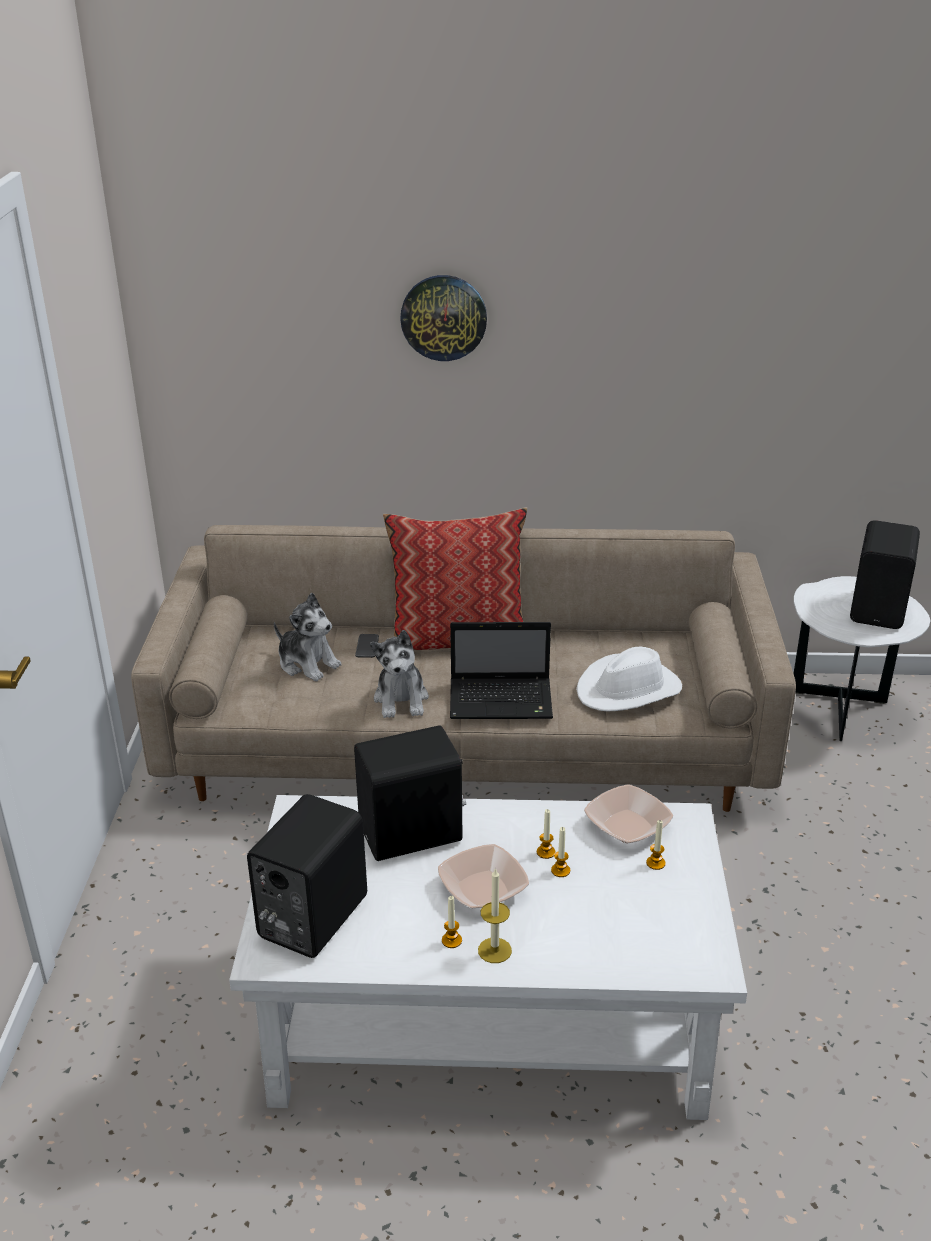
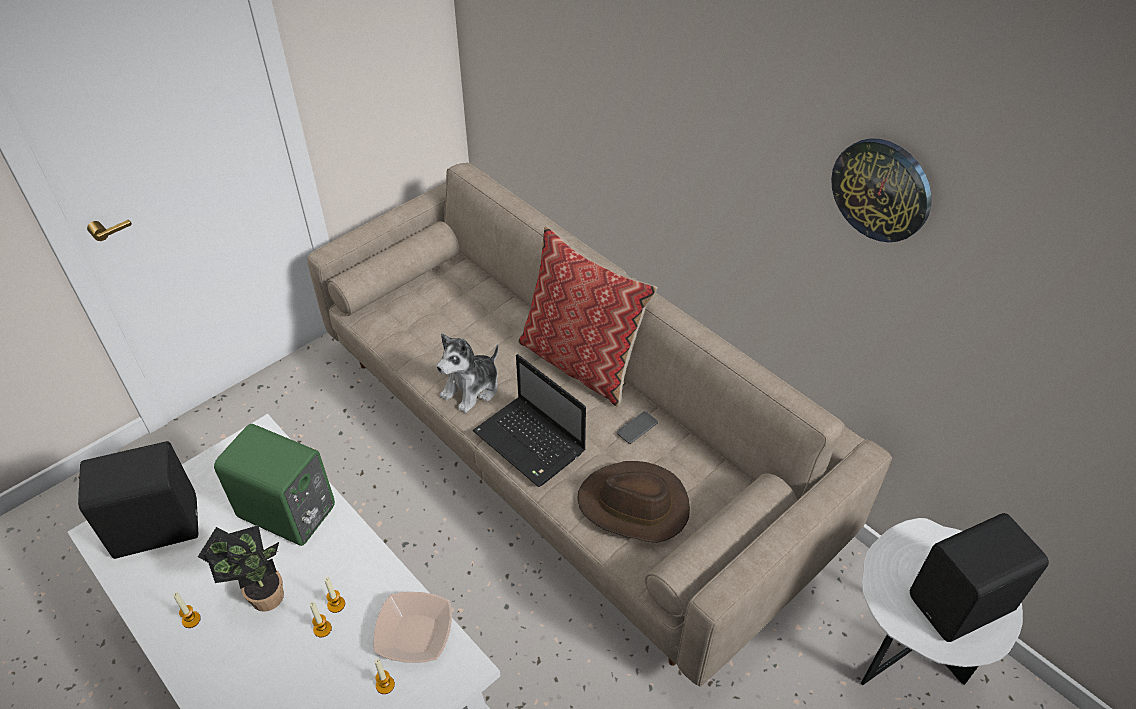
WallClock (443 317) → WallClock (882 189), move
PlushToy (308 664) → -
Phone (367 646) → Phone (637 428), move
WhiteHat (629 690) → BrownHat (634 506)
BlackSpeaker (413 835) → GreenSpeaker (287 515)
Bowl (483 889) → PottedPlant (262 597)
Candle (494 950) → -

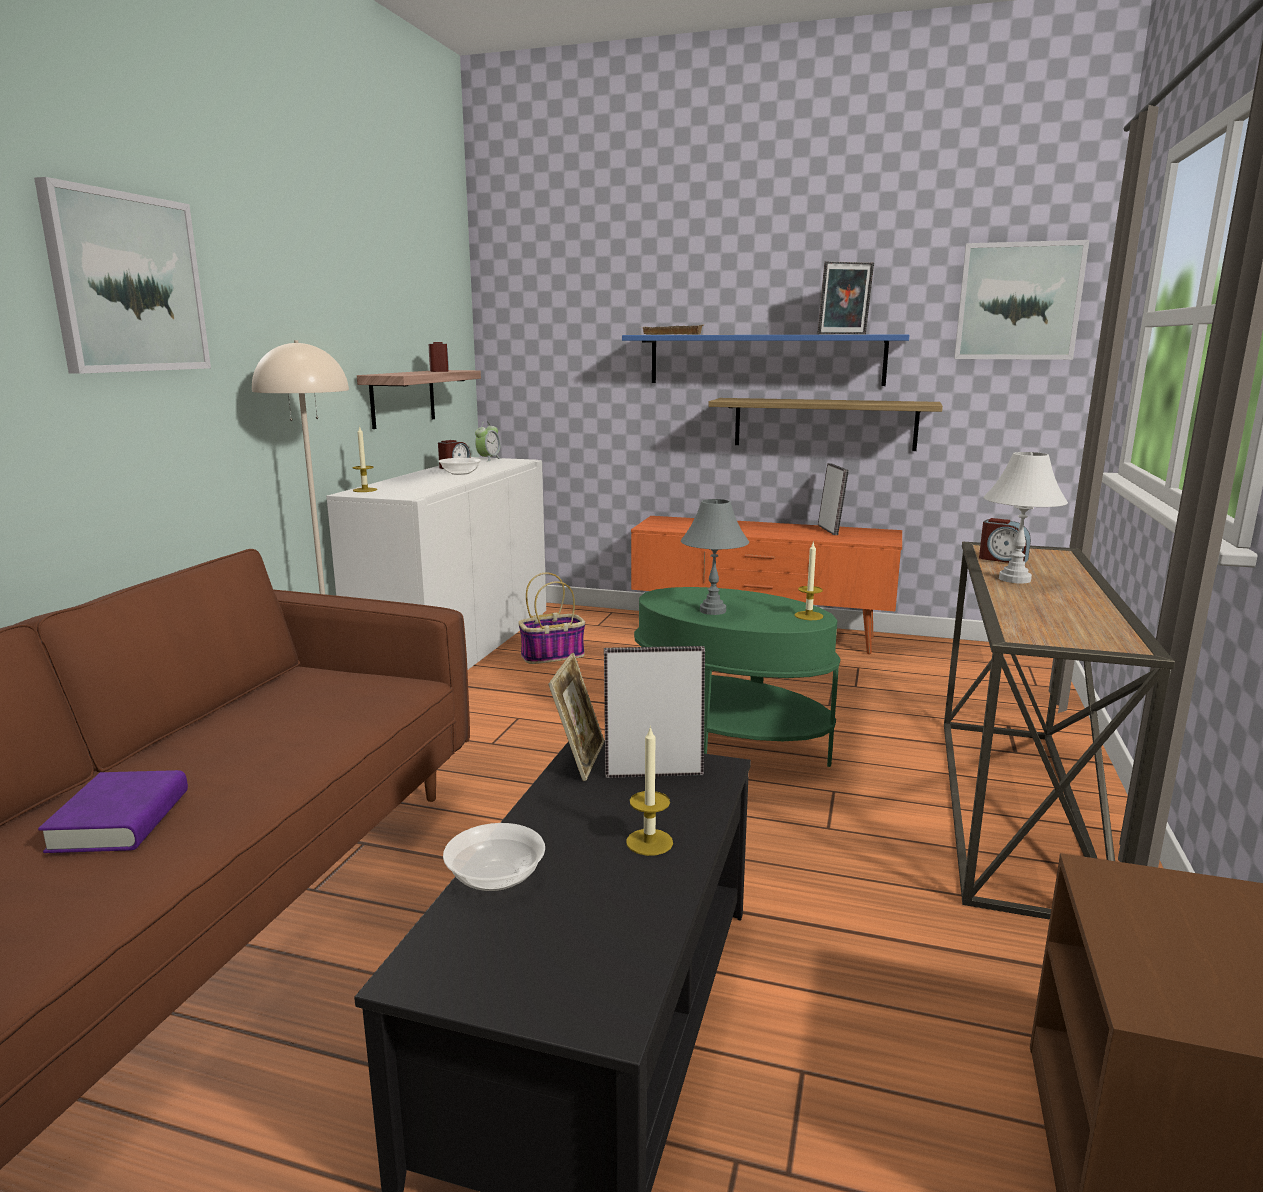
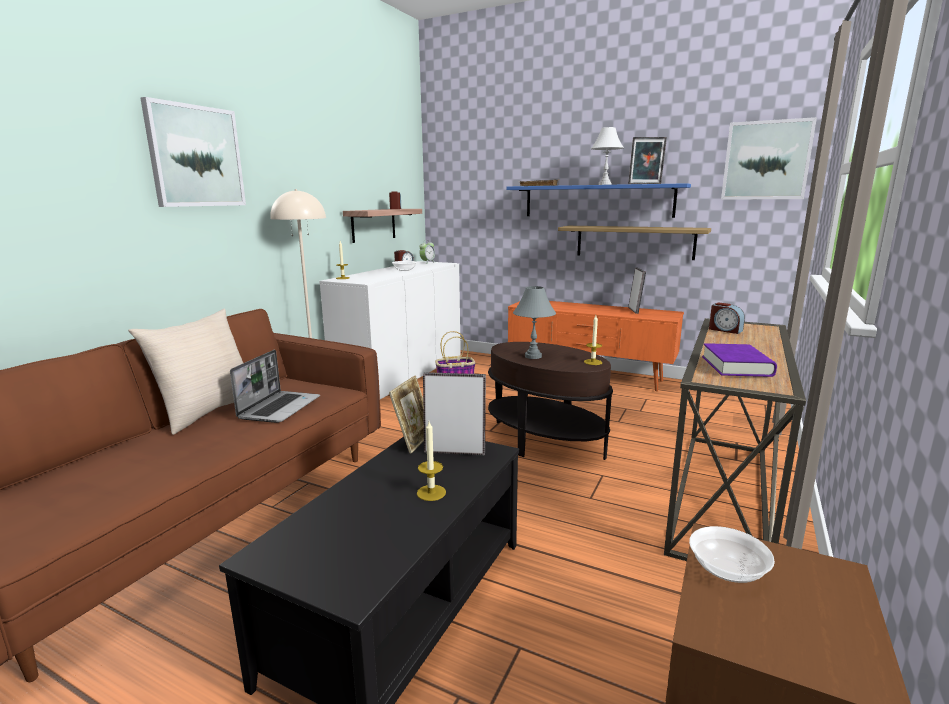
WhiteTableLamp (1015 579) → WhiteTableLamp (605 184), move
GreenSideTable (729 744) → BrownSideTable (545 441)
PurpleBook (120 821) → PurpleBook (736 366), move
Bowl (496 877) → Bowl (728 569), move
- → BeigePillow (207 412)
- → Laptop (280 407)

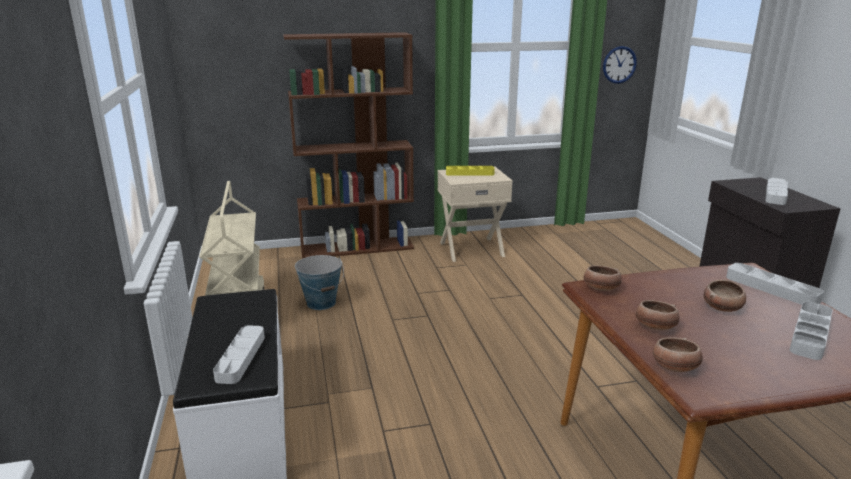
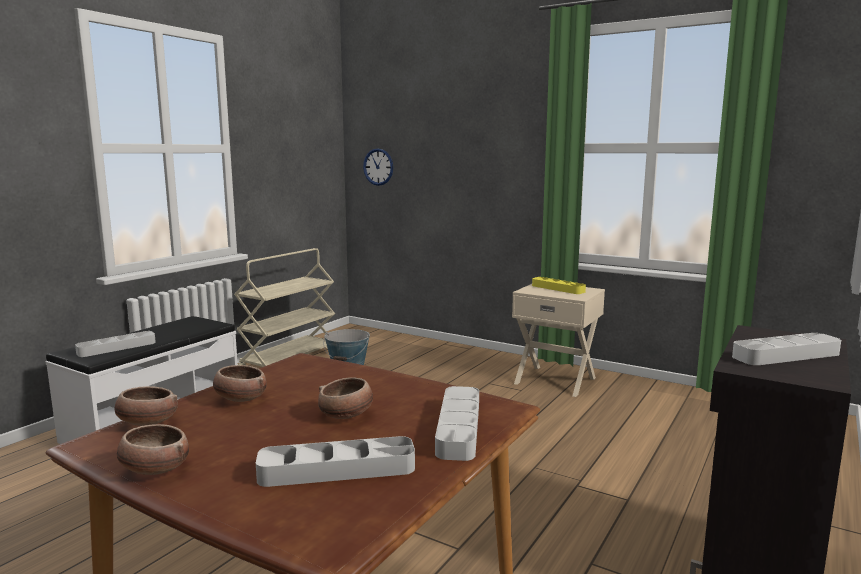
BrownBookcase (357 247) → -
WallClock (619 64) → WallClock (378 167), move
Bowl (600 289) → Bowl (154 469), move

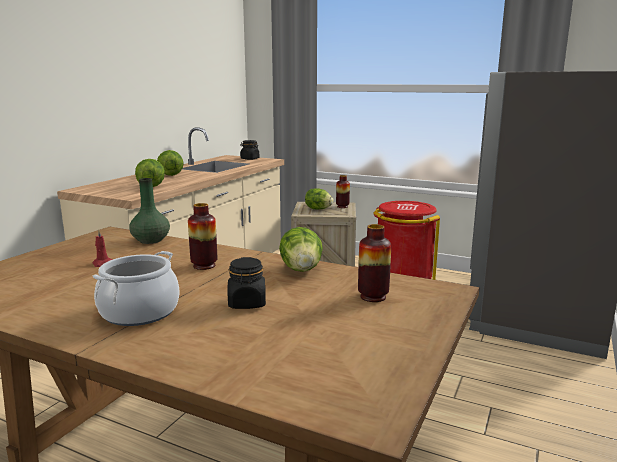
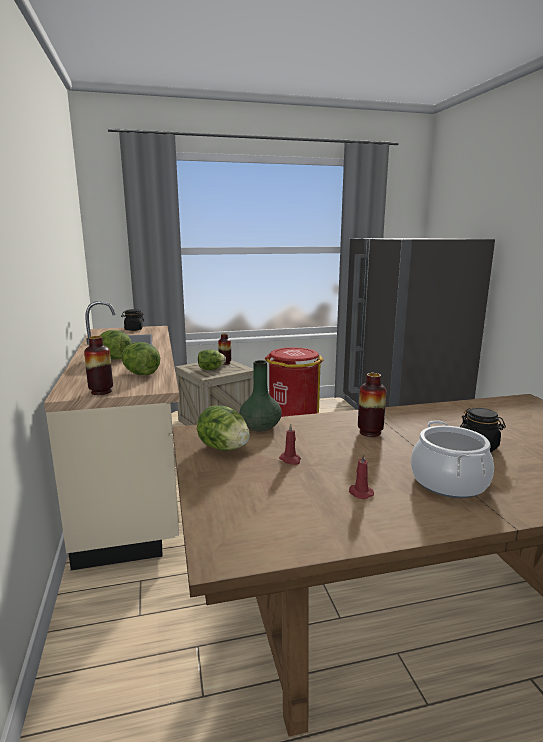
Vase (373 297) → Vase (101 392), move
Lettuce (301 269) → Lettuce (224 448), move
- → RedCandle (360 493)

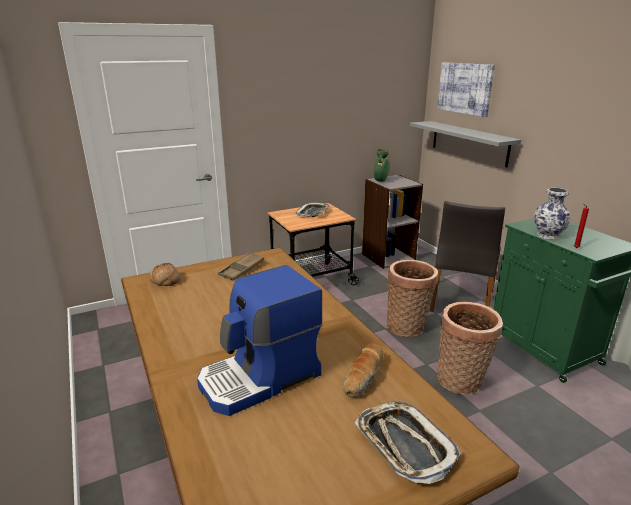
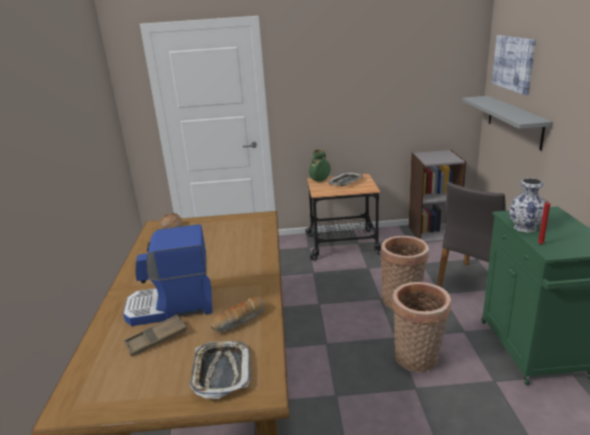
GreenVase (380 181) → GreenVase (320 180), move
BrownTray (242 269) → BrownTray (156 339), move

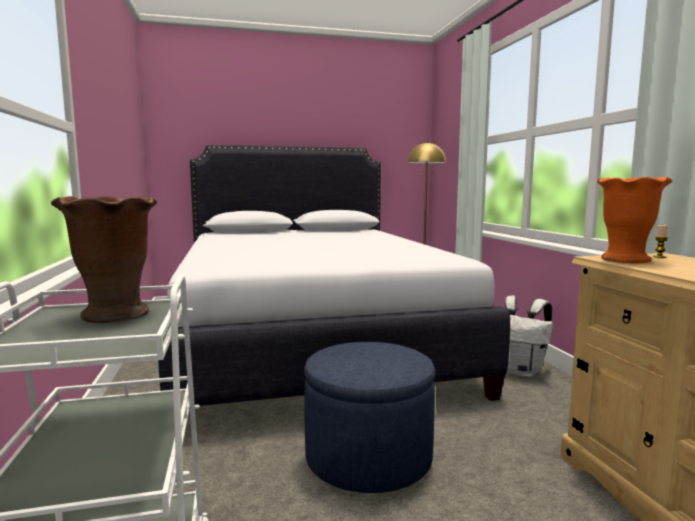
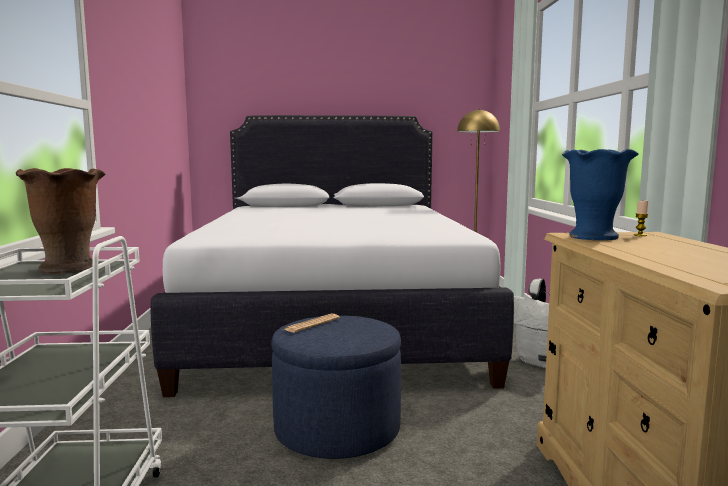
OrangeVase (625 260) → BlueVase (593 237)
- → Newspaper (312 324)

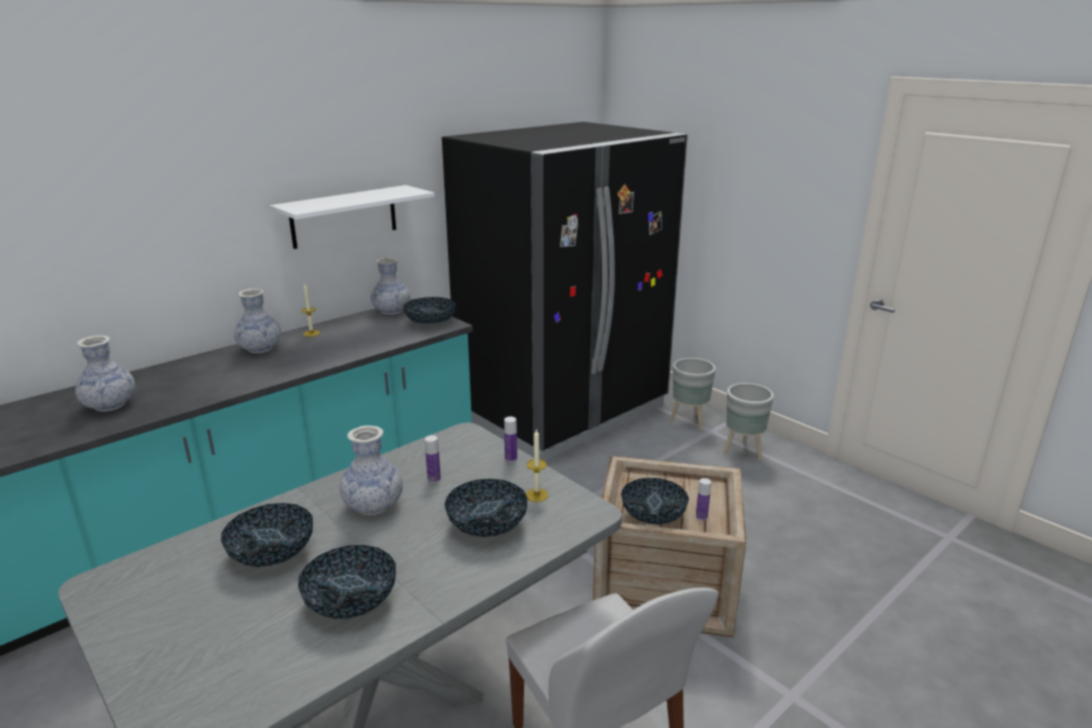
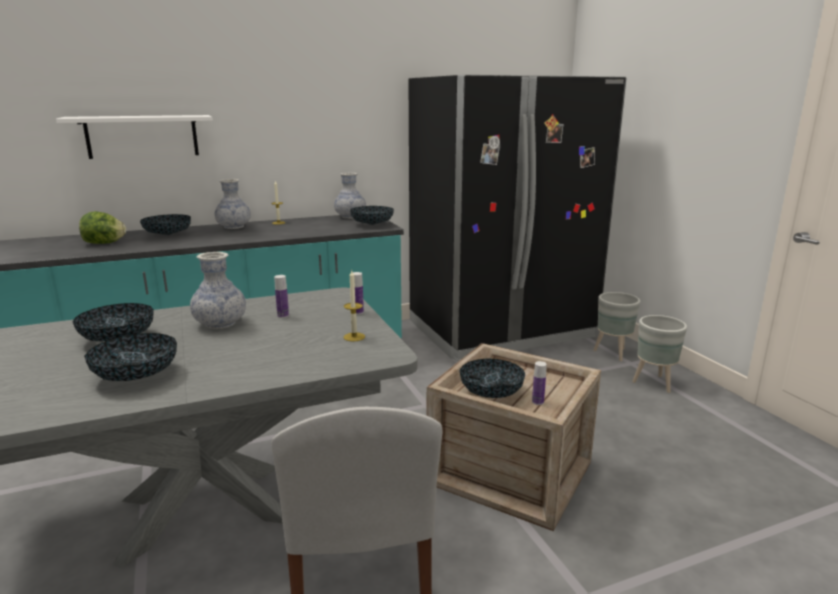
WhiteShelf (344 216) → WhiteShelf (142 136), move
Vase (110 405) → Lettuce (104 243)
Bowl (487 525) → Bowl (168 235), move

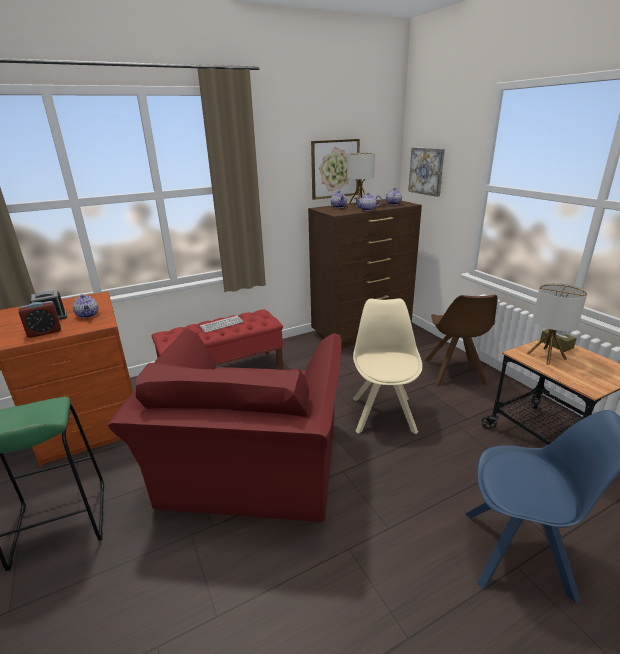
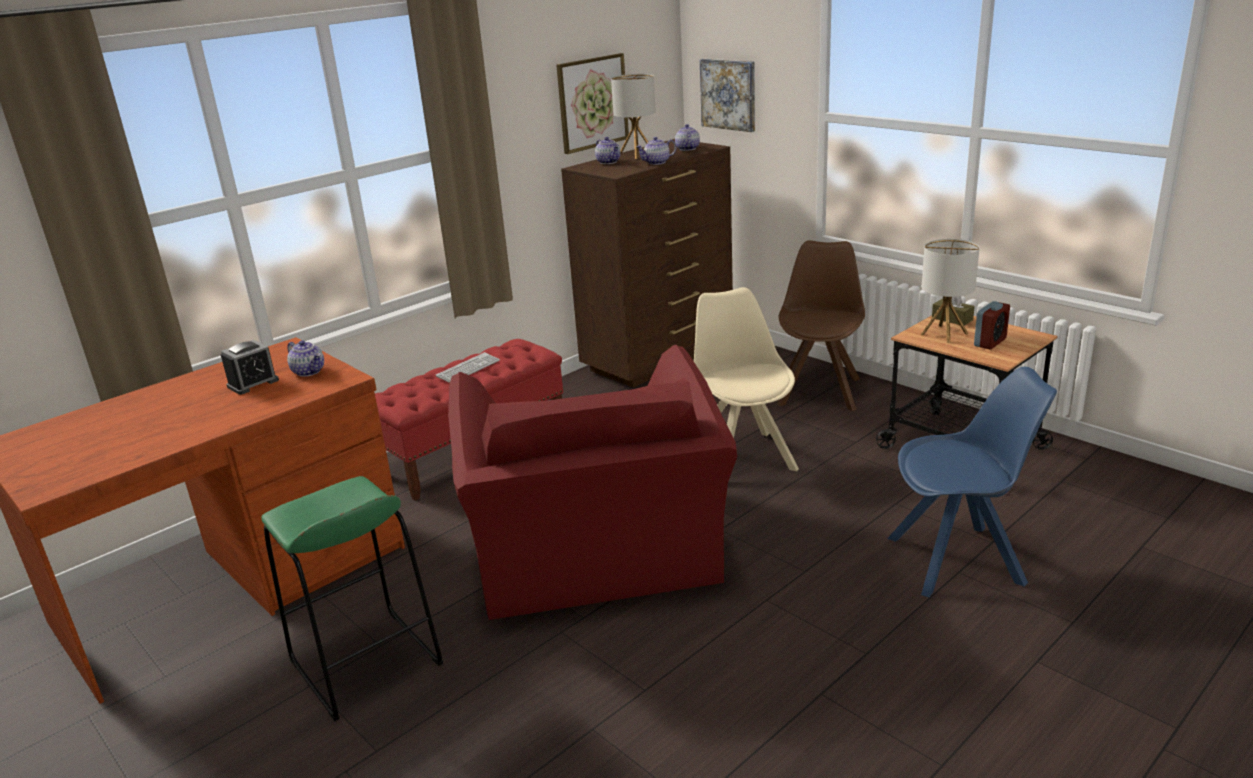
BrownChair (455 373) → BrownChair (820 390), 150 degrees counterclockwise
AlarmClock (44 332) → AlarmClock (990 342), move

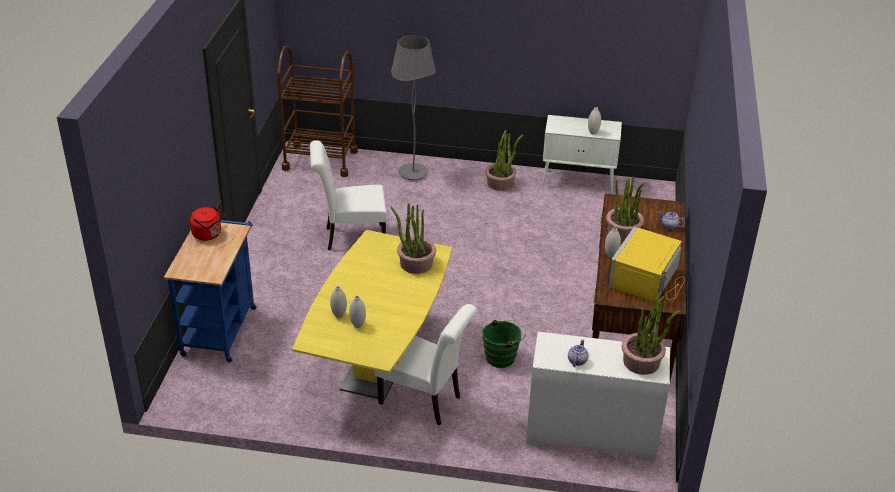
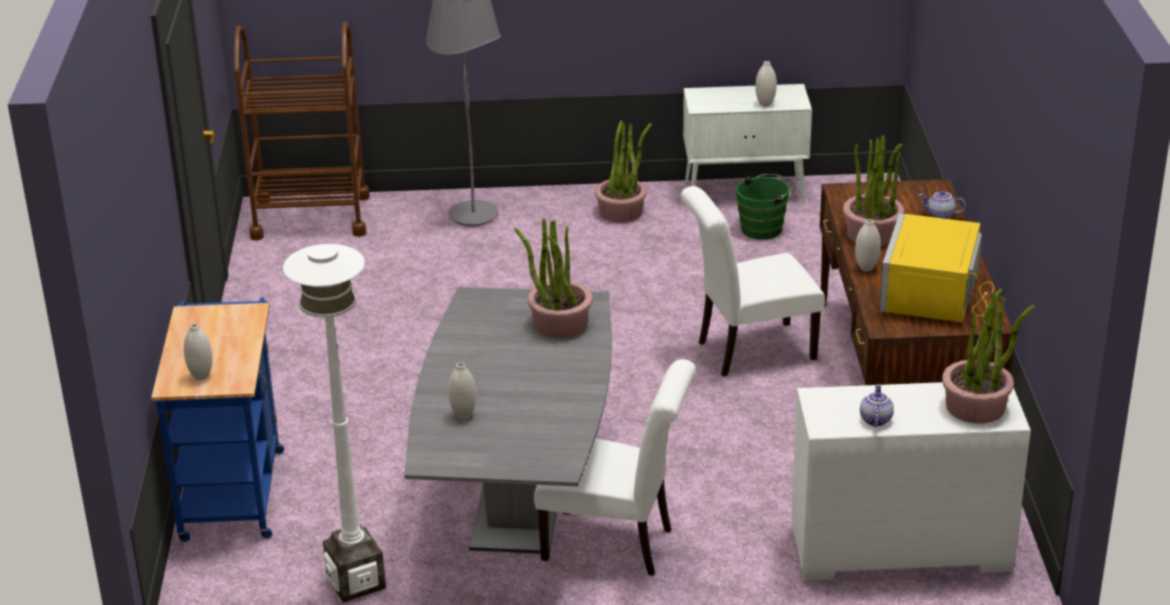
WhiteChair (350 237) → WhiteChair (749 351), move
RedKettle (208 235) → -
YellowDiningTable (378 364) → GreyDiningTable (519 502)
WhiteVase (358 325) → WhiteVase (201 376), move
GreenBucket (502 357) → GreenBucket (764 228), move
- → WhiteFloorLamp (356 582)

